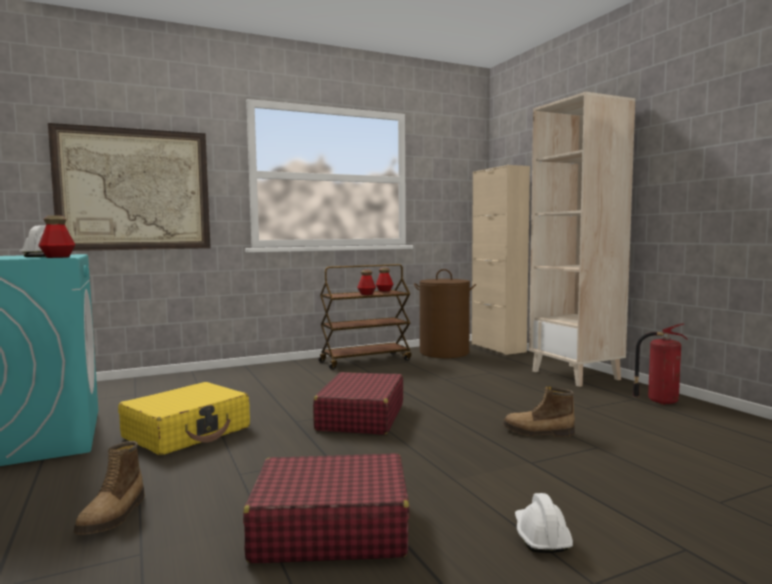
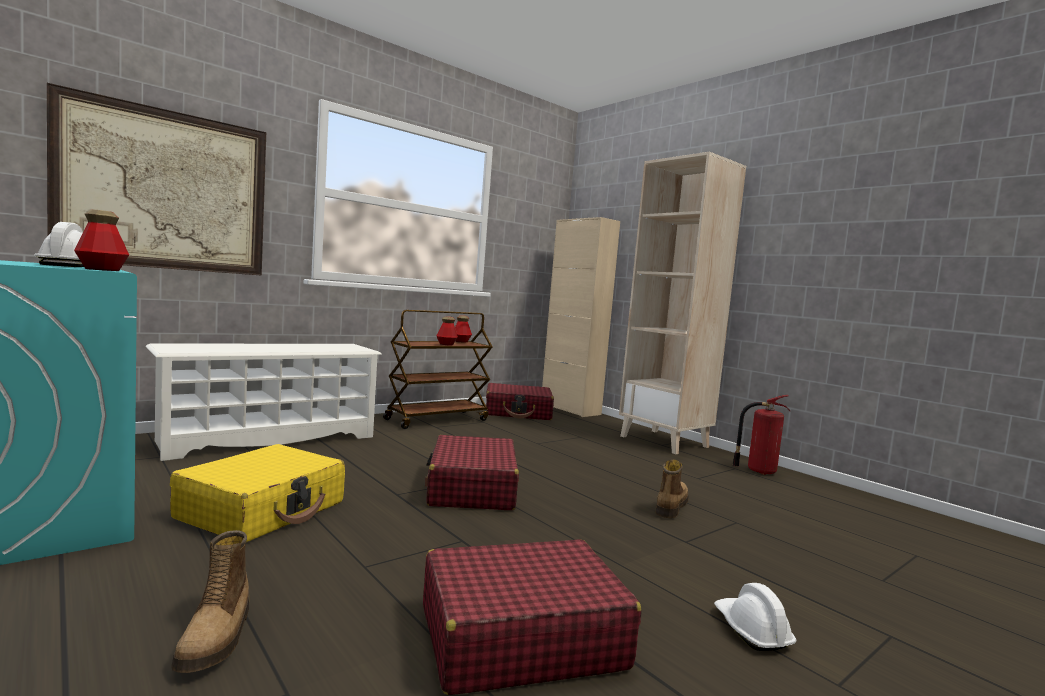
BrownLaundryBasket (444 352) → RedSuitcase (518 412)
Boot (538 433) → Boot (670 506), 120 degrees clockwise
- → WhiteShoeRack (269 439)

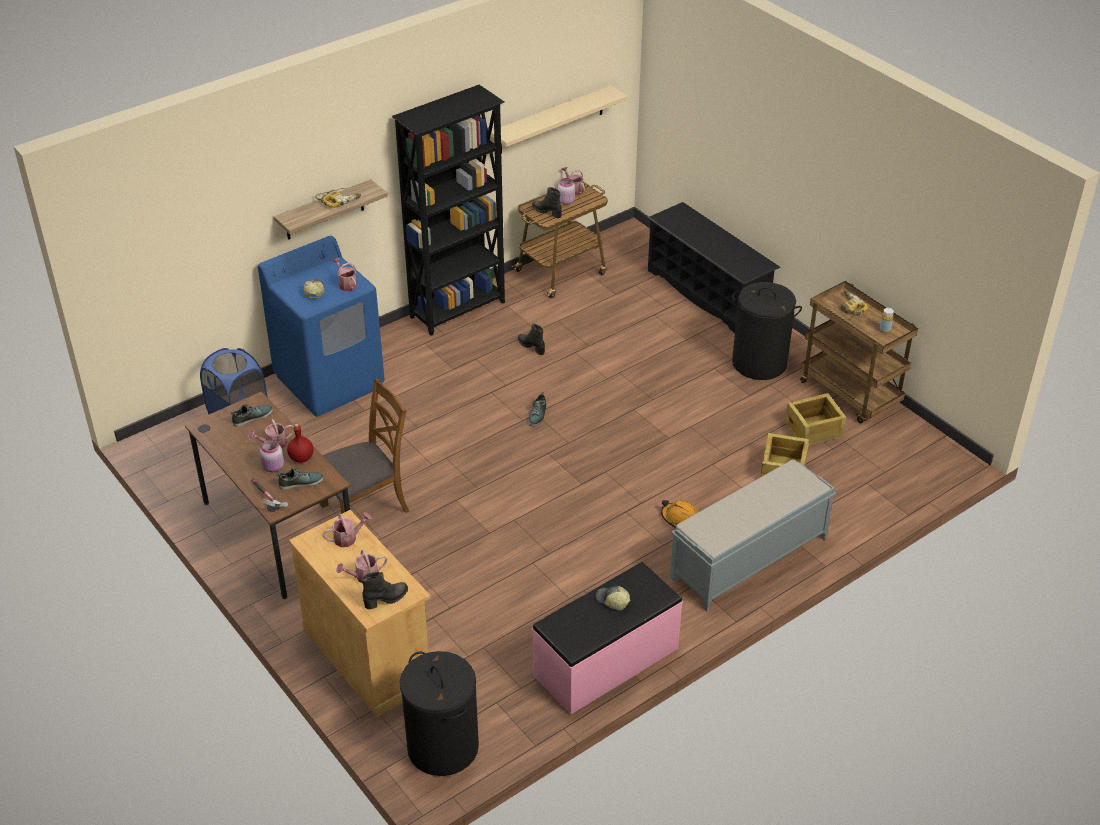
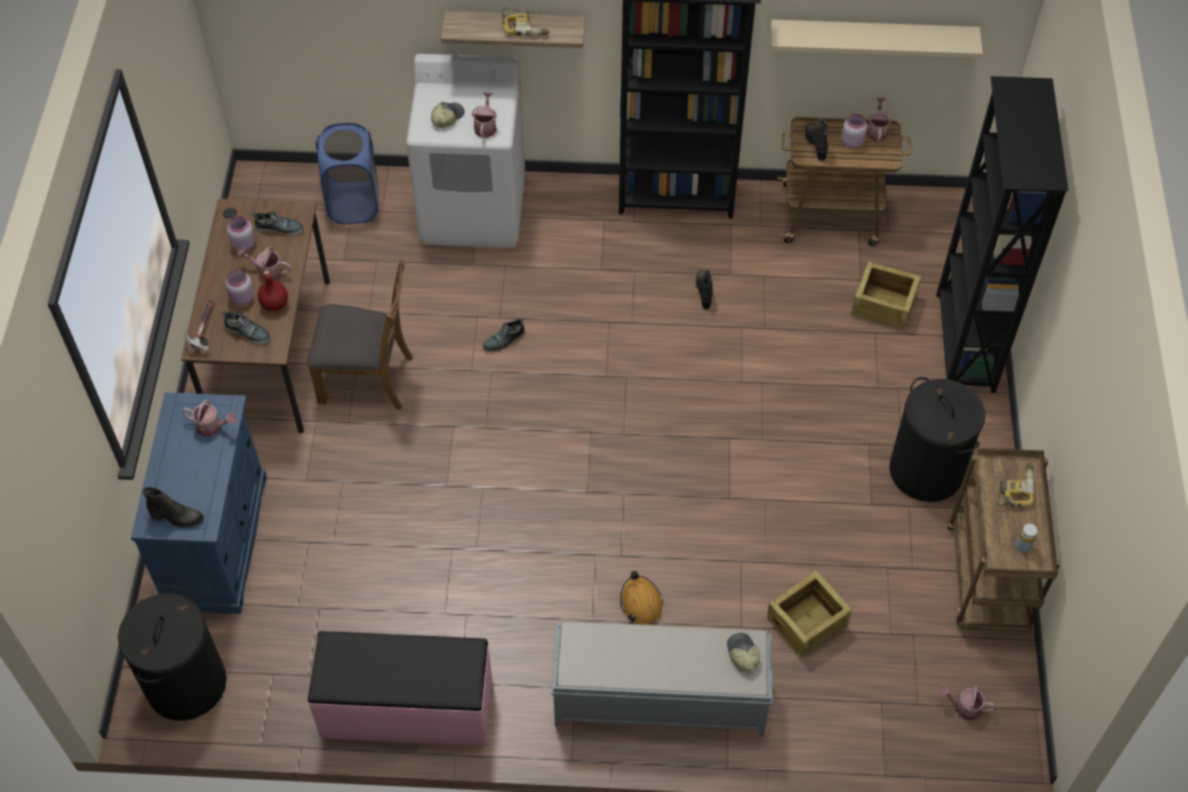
BlackShoeRack (707 294) → BlackBookcase (963 343)
BlueWashingMachine (330 381) → WhiteWashingMachine (474 209)
Shoe (538 415) → Shoe (504 340), move
Crate (814 430) → Crate (883 306), move
BeigeCabinet (368 656) → BlueCabinet (217 541)
WateringCan (363 577) → WateringCan (963 707), move
Cap (612 601) → Cap (742 654), move
- → PinkJar (243 244)

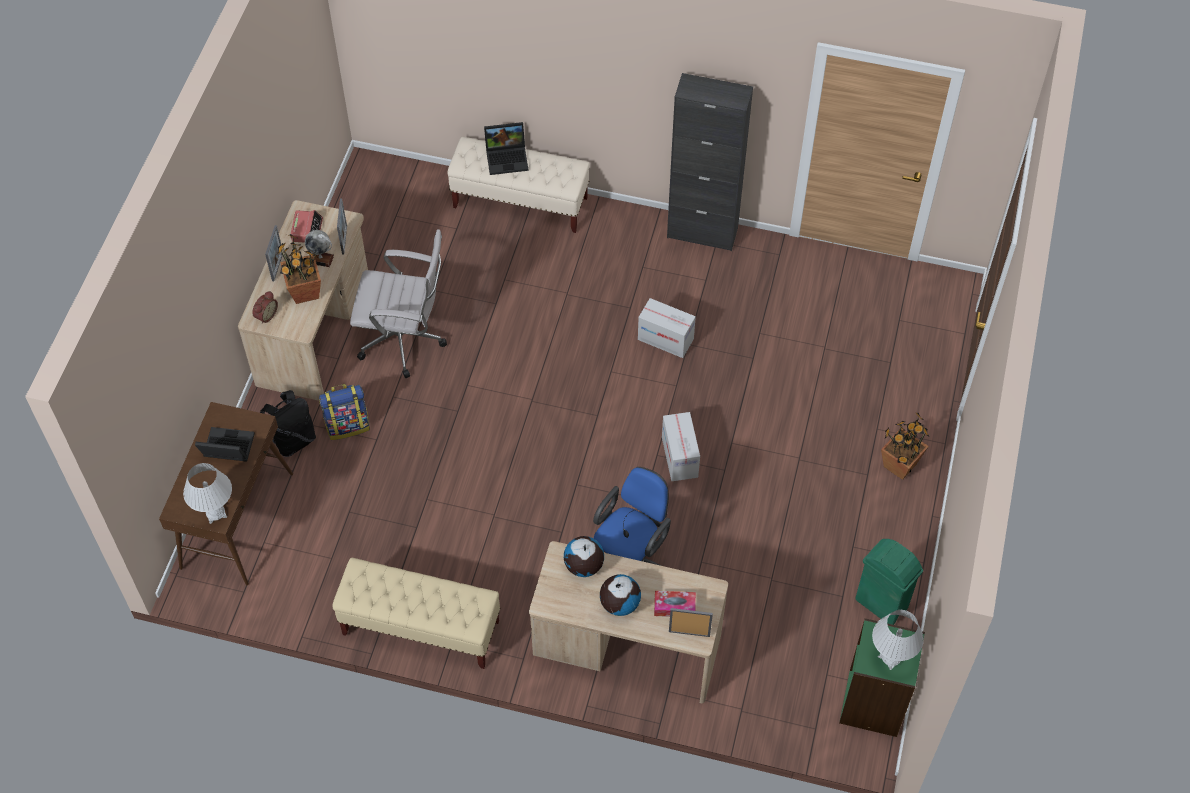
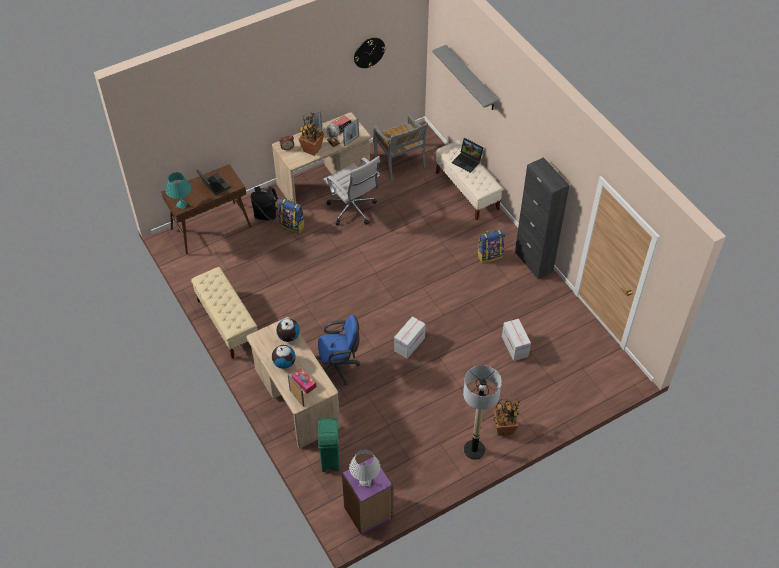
CardboardBox (665 339) → CardboardBox (515 346), move
WhiteTableLamp (215 513) → TurquoiseTableLamp (182 205)
GreenTrashCan (881 604) → GreenTrashCan (330 459), move
GreenBookcase (874 703) → PurpleBookcase (368 513)
- → WallClock (369 52)
- → GreyShelf (471 78)
- → GreyChair (400 162)
- → Backpack (489 255)
- → FloorLamp (474 450)

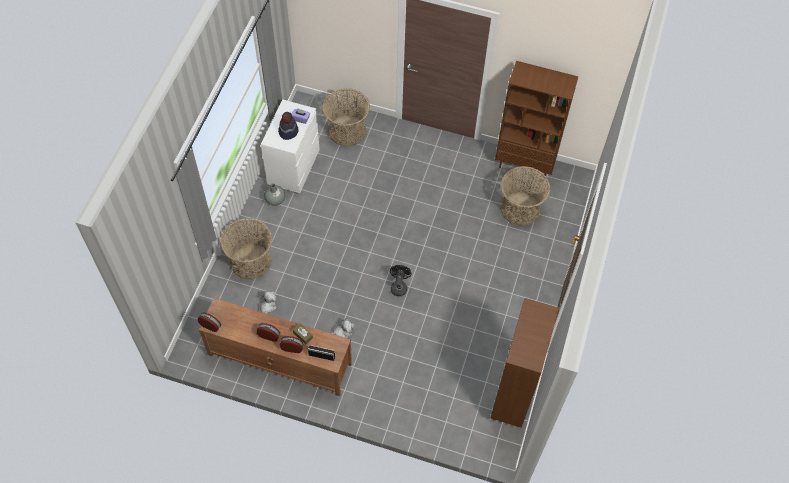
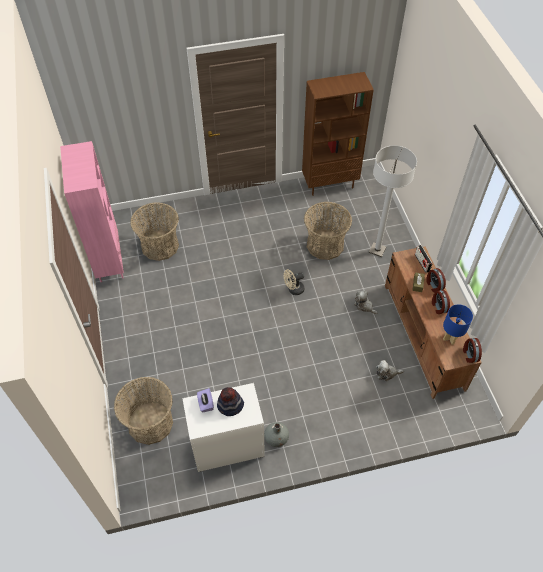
BrownBookcase (525 164) → PinkBookcase (108 261)
Basket (251 261) → Basket (325 245), move
BlackFan (399 286) → BeigeFan (293 290)
- → WhiteFloorLamp (377 250)
- → BlueTableLamp (450 338)

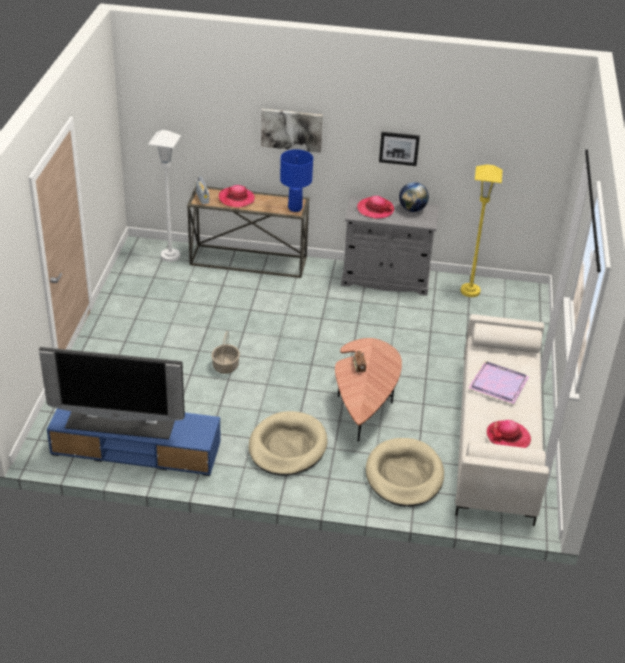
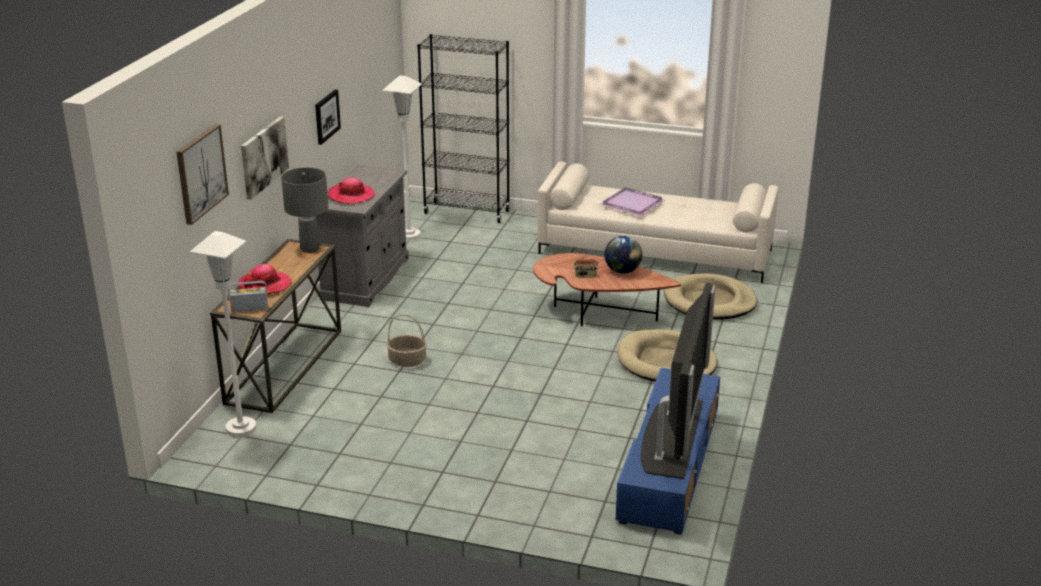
BlueTableLamp (295 208) → GreyTableLamp (310 248)
YellowFloorLamp (470 291) → WhiteFloorLamp (409 235)
Globe (412 209) → Globe (622 271), move
Basket (225 366) → Basket (406 360), move
Hat (508 437) → -
- → BlackBookcase (467 212)
- → Picture (201 173)

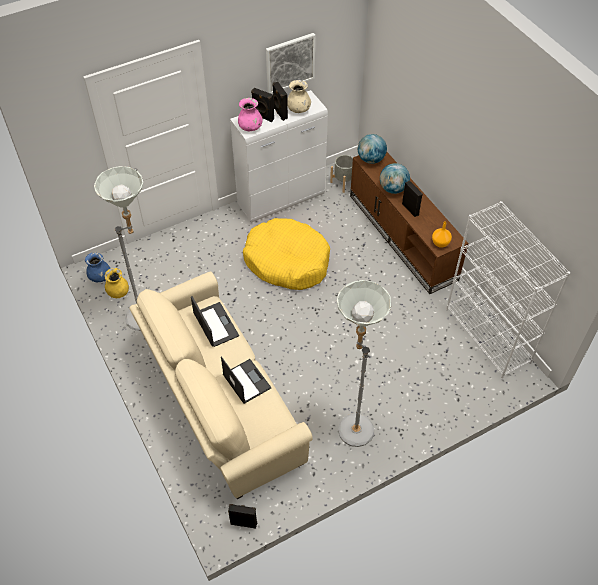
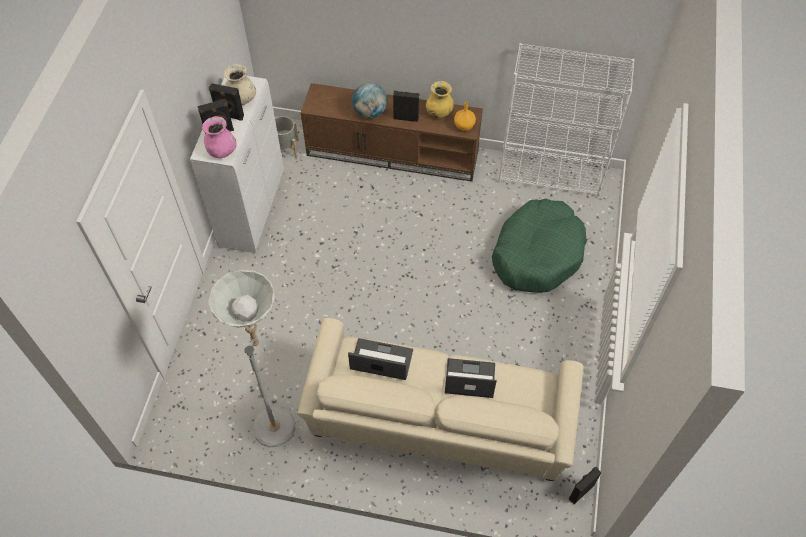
Picture (290 63) → -
Globe (371 159) → -
YellowDogBed (287 261) → -
BlueVase (100 277) → -
YellowVase (118 292) → YellowVase (439 112), move
GreyFloorLamp (352 424) → -
- → GreenDogBed (537 253)

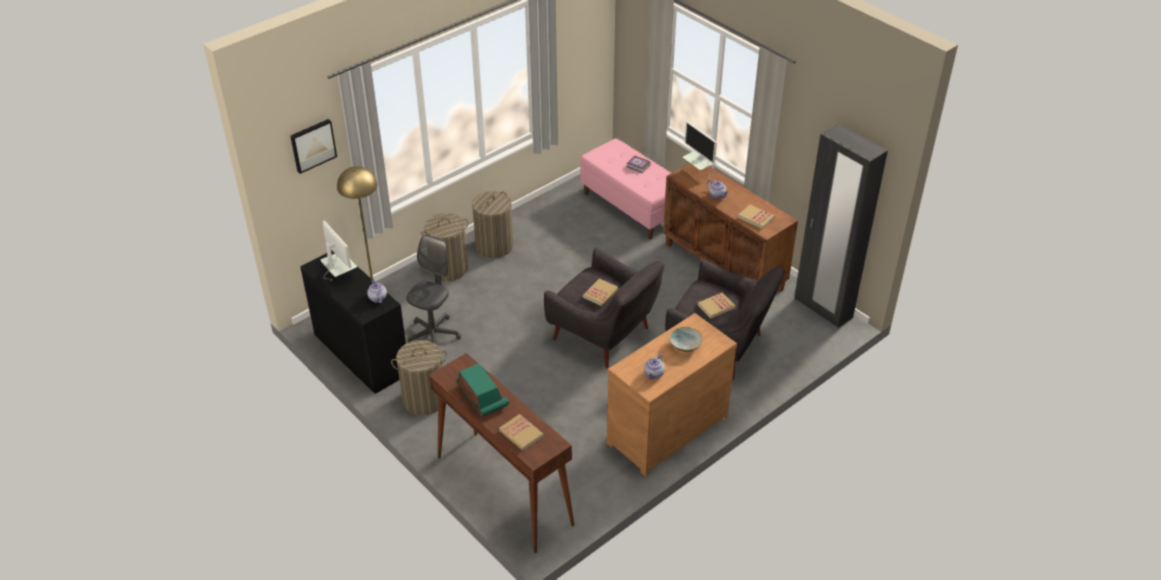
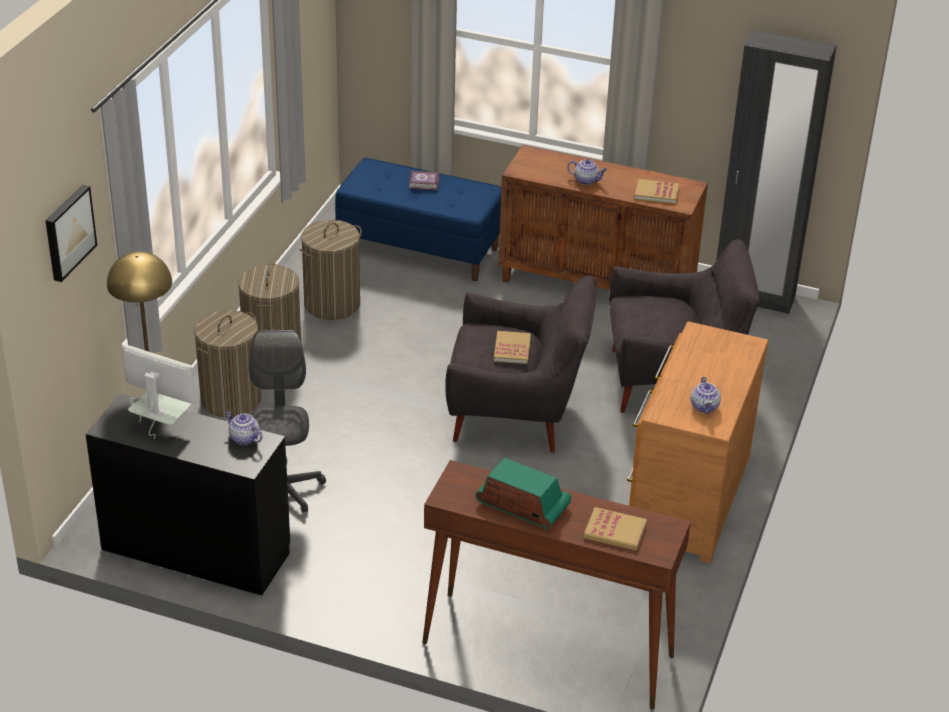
Monitor (700 172) → -
PinkBench (632 207) → BlueBench (420 249)
Book (716 306) → -
Bowl (685 345) → -
LaundryBasket (424 400) → LaundryBasket (332 304), move

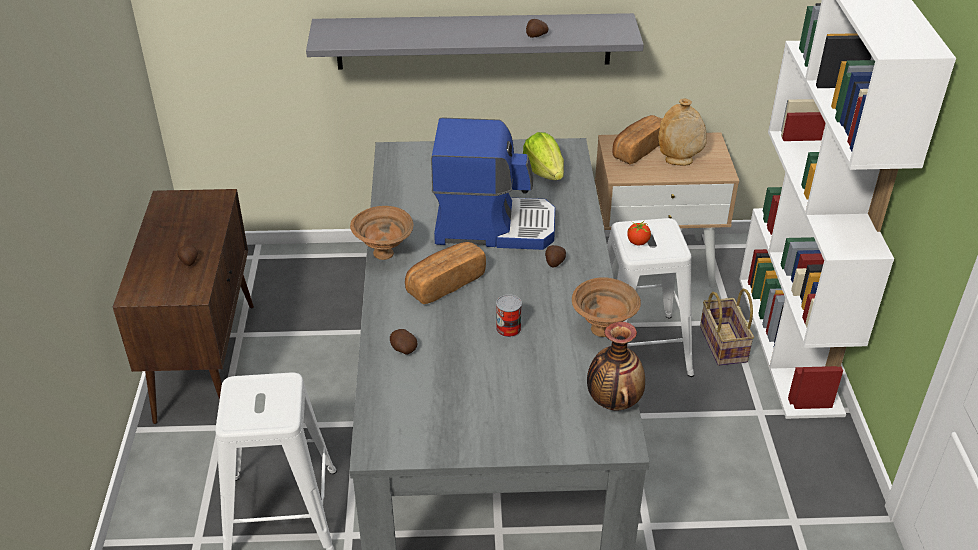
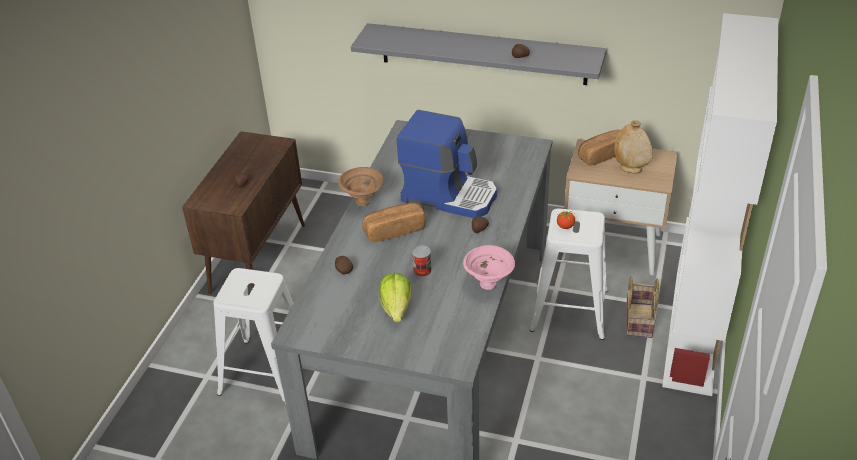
Lettuce (544 172) → Lettuce (396 308), move
BrownBowl (603 330) → PinkBowl (489 284)
Vase (613 400) → -

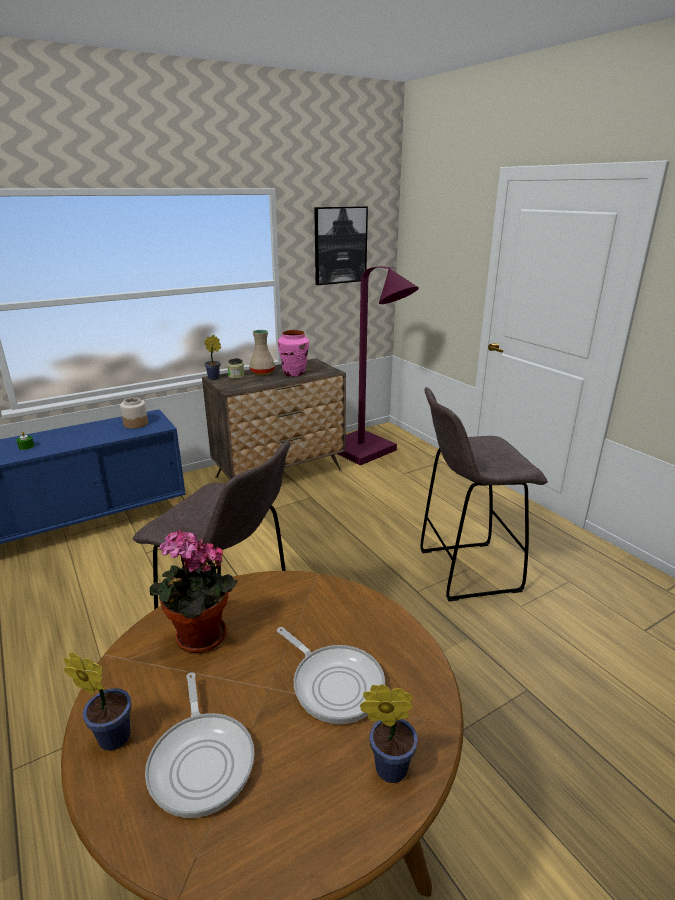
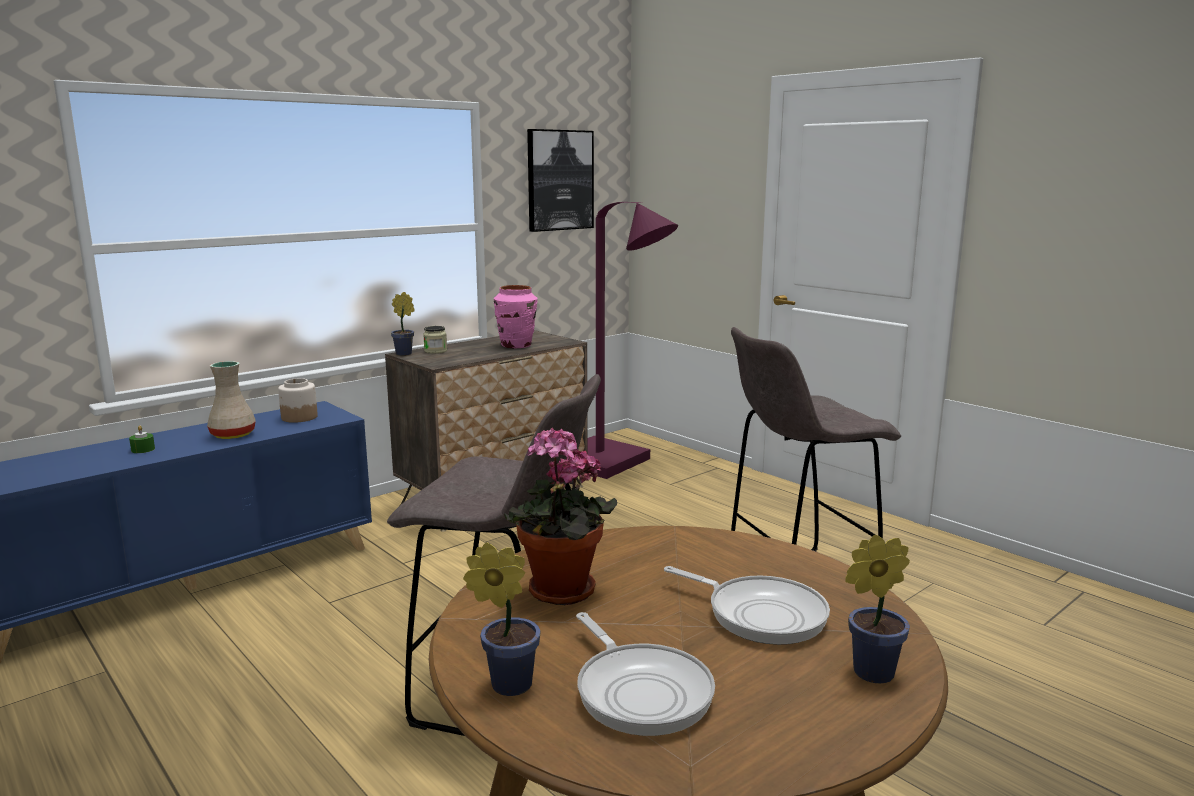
BeigeVase (262 373) → BeigeVase (232 435), move

